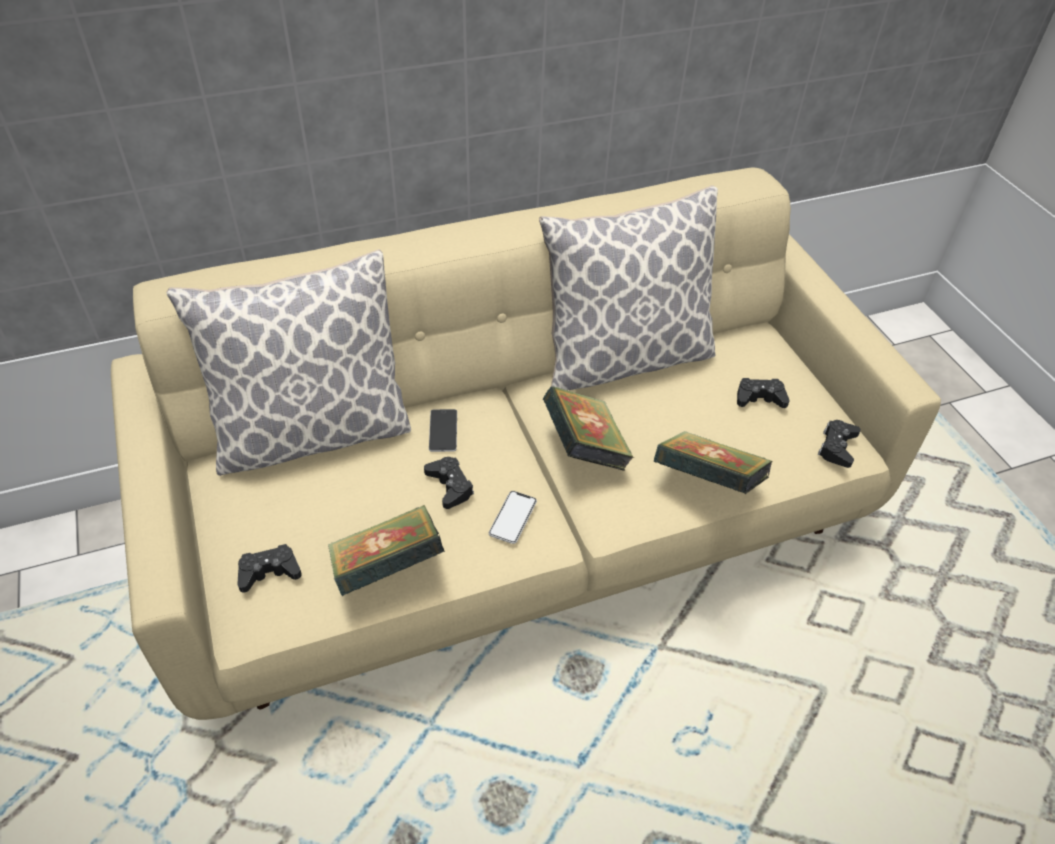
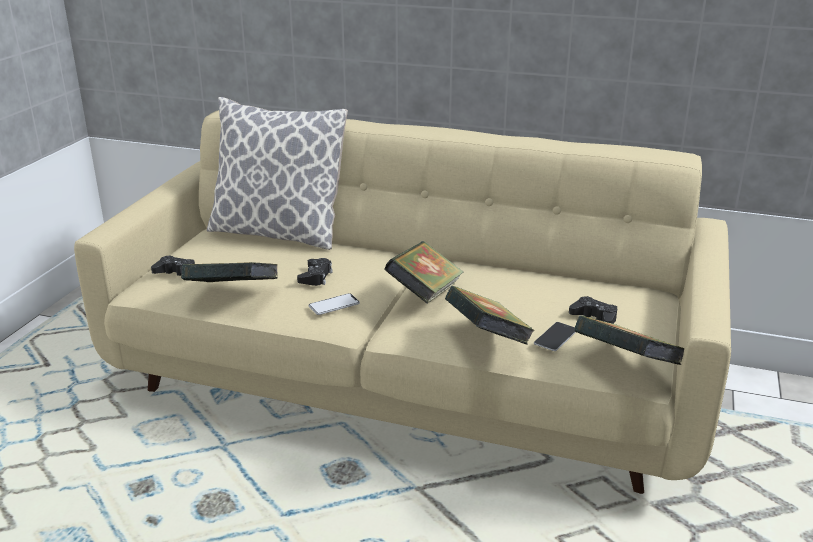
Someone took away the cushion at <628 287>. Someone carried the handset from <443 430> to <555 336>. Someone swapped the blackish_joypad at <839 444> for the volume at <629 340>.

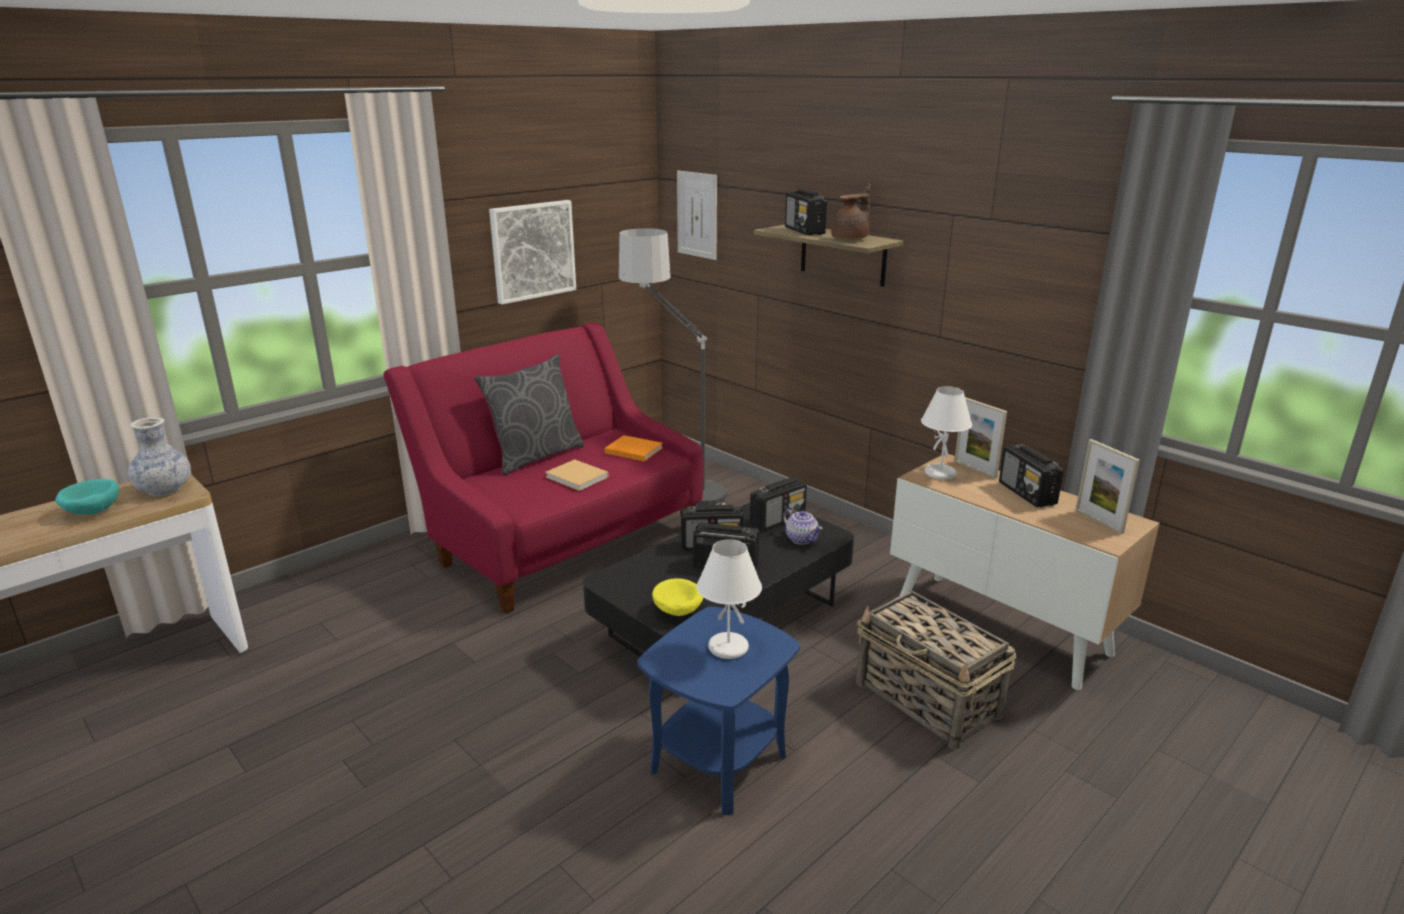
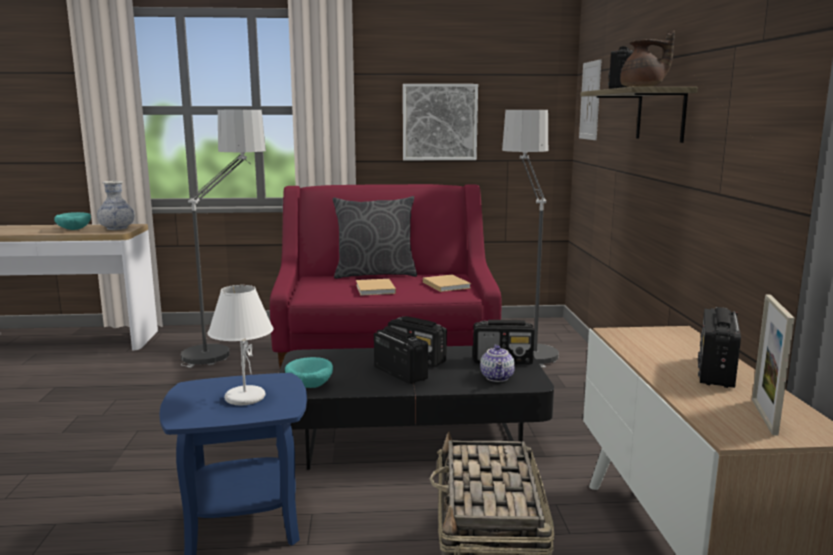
Someone took away the white_tabletop_lamp at <946 433>. Someone took away the photo_frame at <980 438>. Someone repainted the orangey_volume at <633 448>, which became the sand-coloured_volume at <447 283>. Someone repainted the yellow_serving_bowl at <677 597>, which became the turquoise_serving_bowl at <309 372>. Someone put down the standard_lamp at <223 239>.

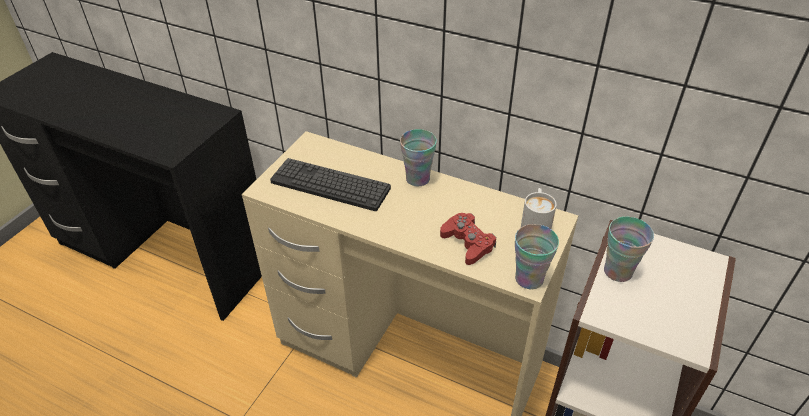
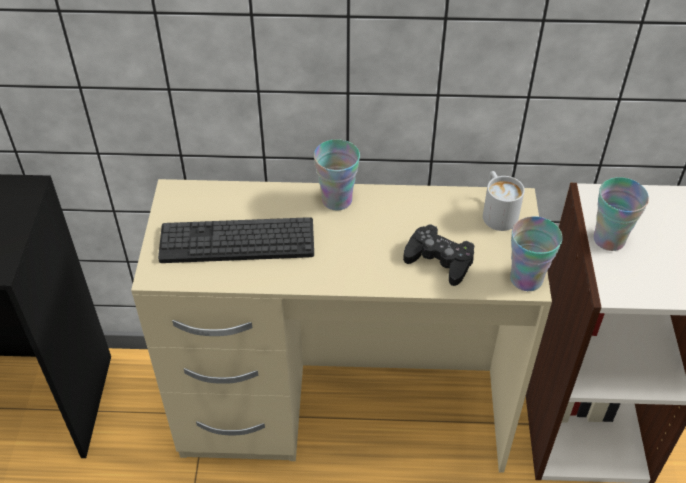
Someone repainted the red_joypad at <468 239>, which became the blackish_joypad at <439 255>.

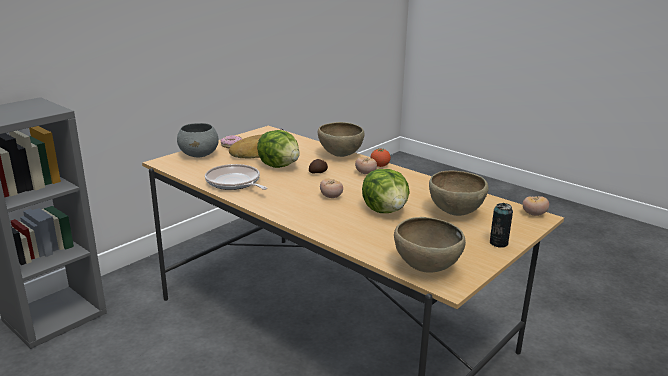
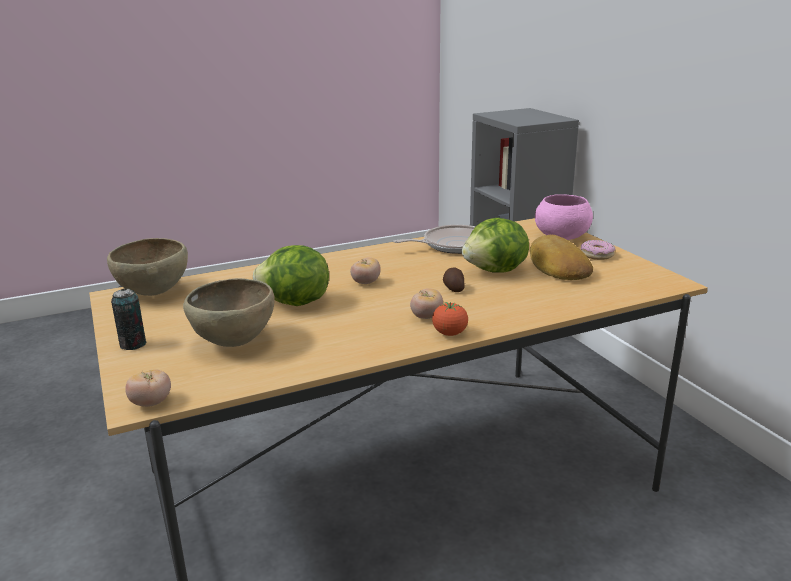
Someone took away the brownish_serving_bowl at <341 139>. Someone repainted the grey_serving_bowl at <198 140>, which became the pinkish_serving_bowl at <564 217>.

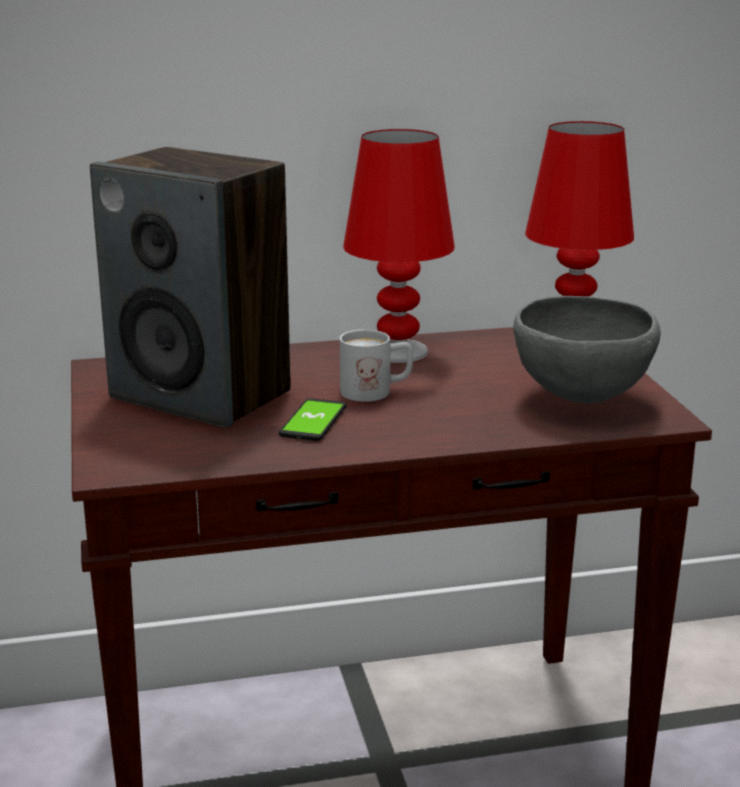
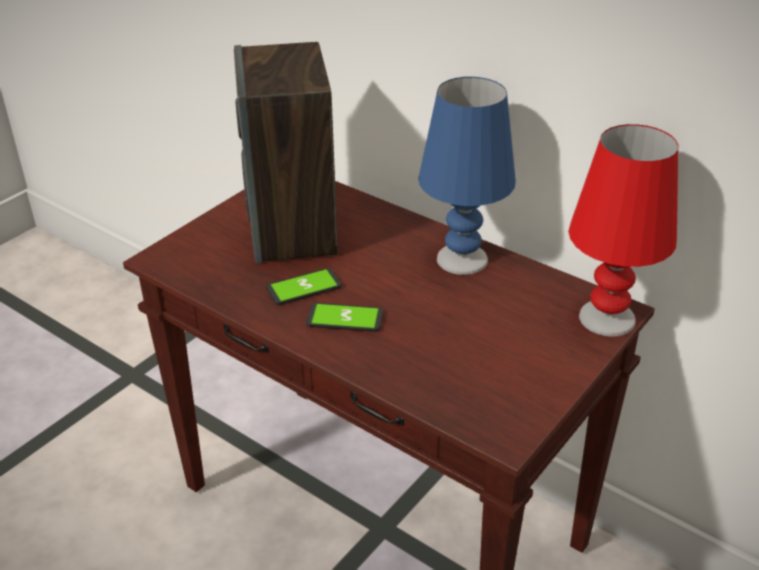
Someone repainted the red_tabletop_lamp at <399 246>, which became the bluish_tabletop_lamp at <467 176>. Someone took away the grey_serving_bowl at <587 349>. Someone took away the white_mug at <376 366>. Someone put down the handset at <344 317>.

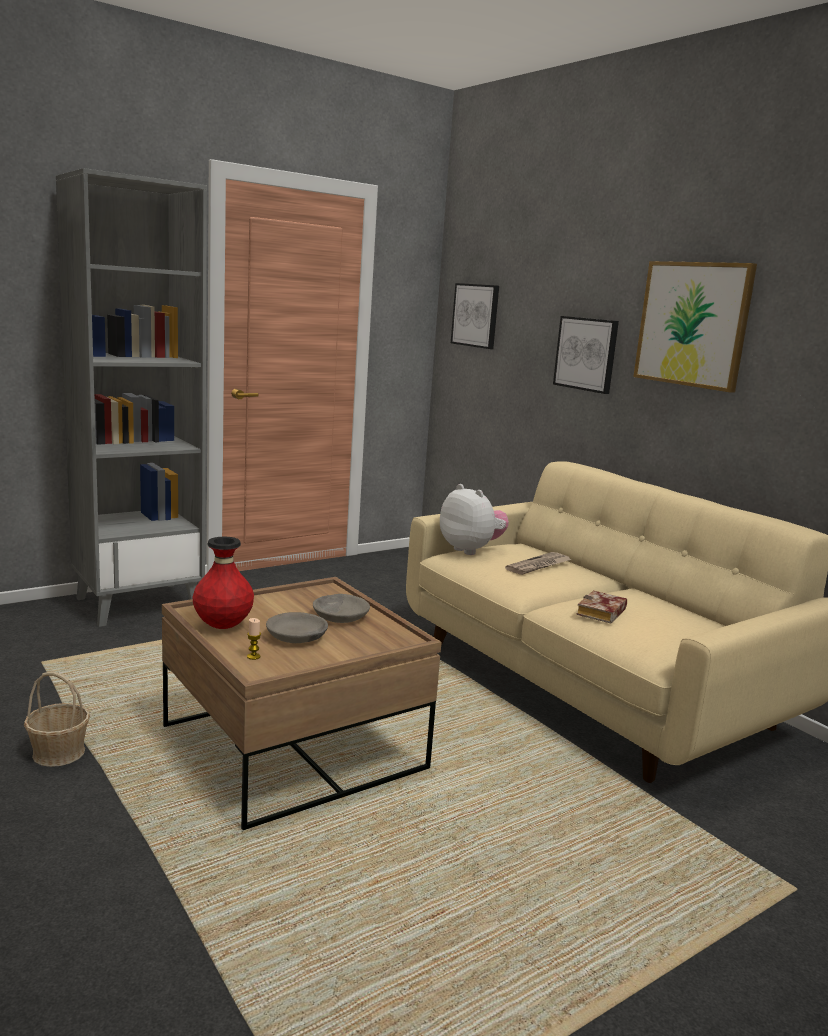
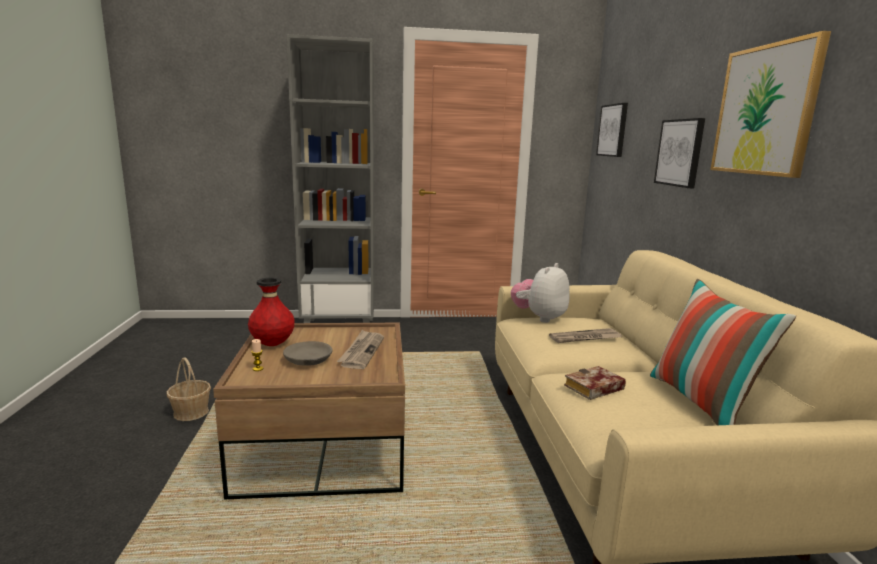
Someone rotated the soft_toy at <474 519> by 135 degrees counterclockwise. Someone swapped the grey_serving_bowl at <341 608> for the newspaper at <360 349>. Someone put down the cushion at <723 352>.

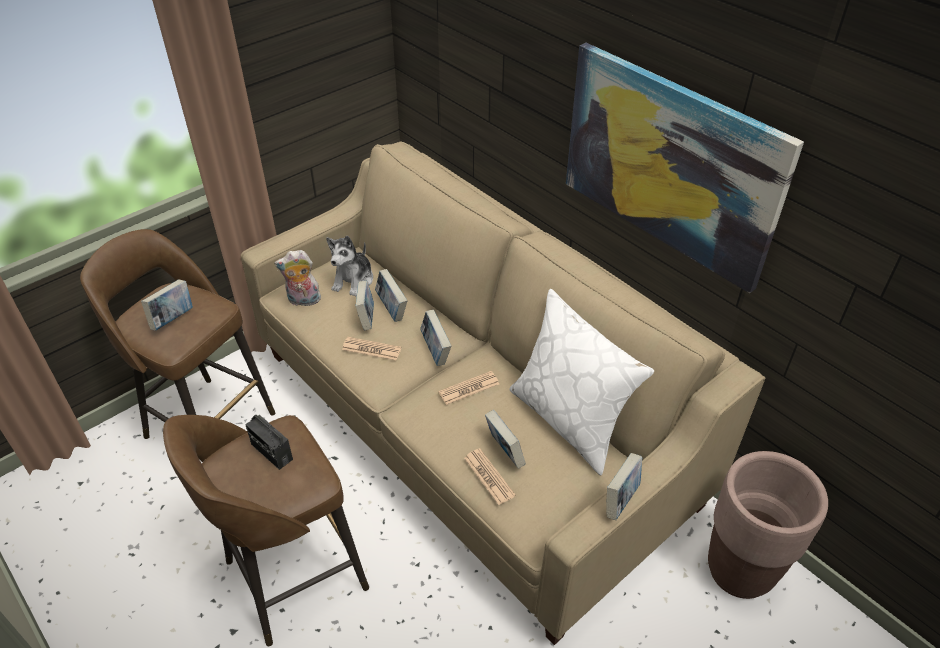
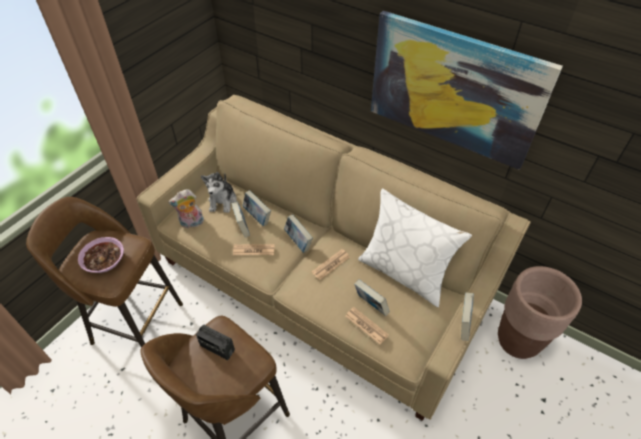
Someone swapped the volume at <167 305> for the serving_bowl at <101 255>.

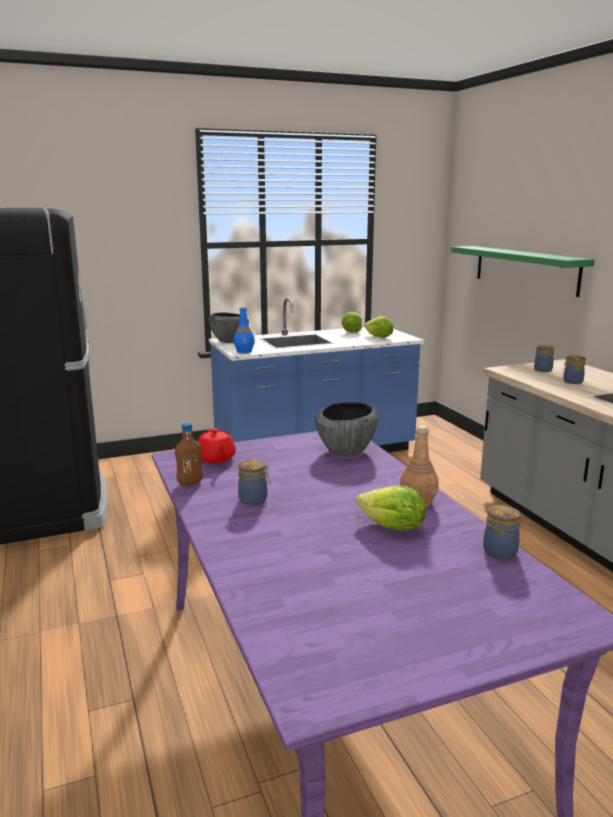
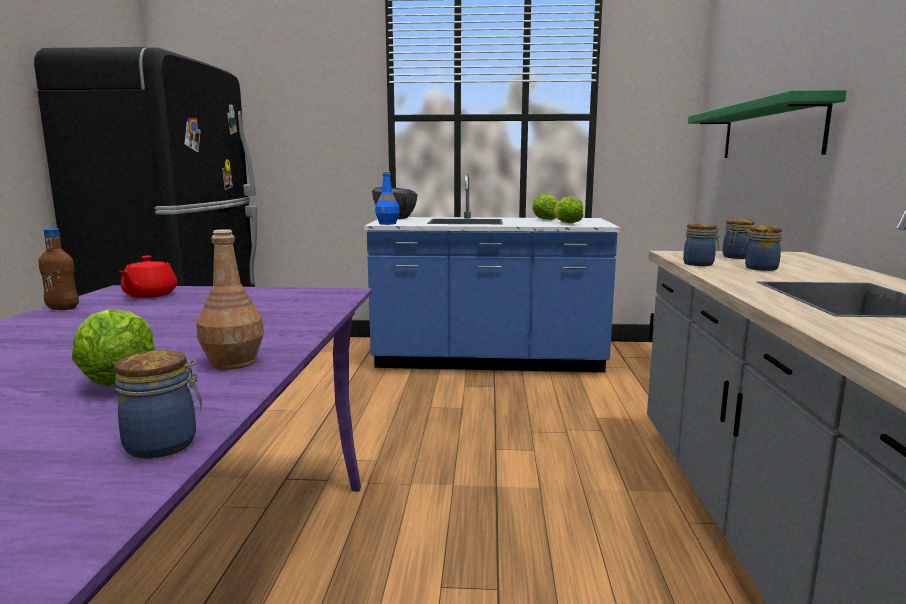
Someone took away the serving_bowl at <347 429>. Someone carried the storage_jar from <254 482> to <701 244>.

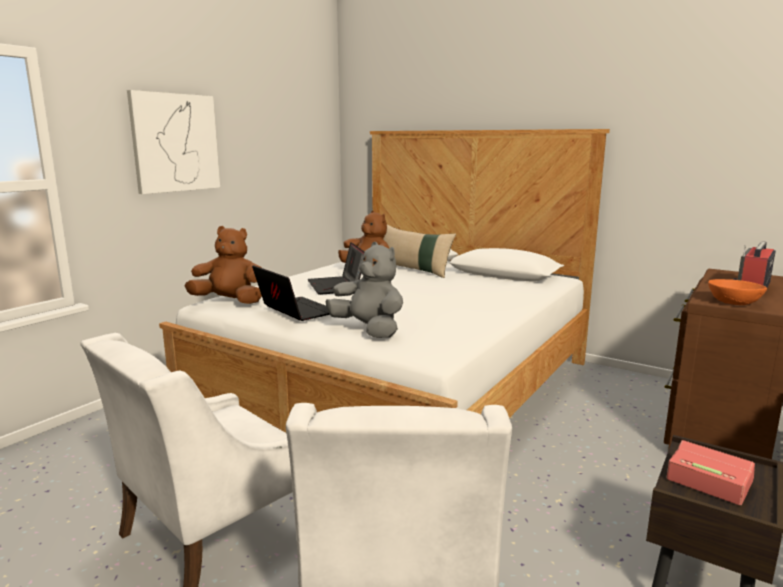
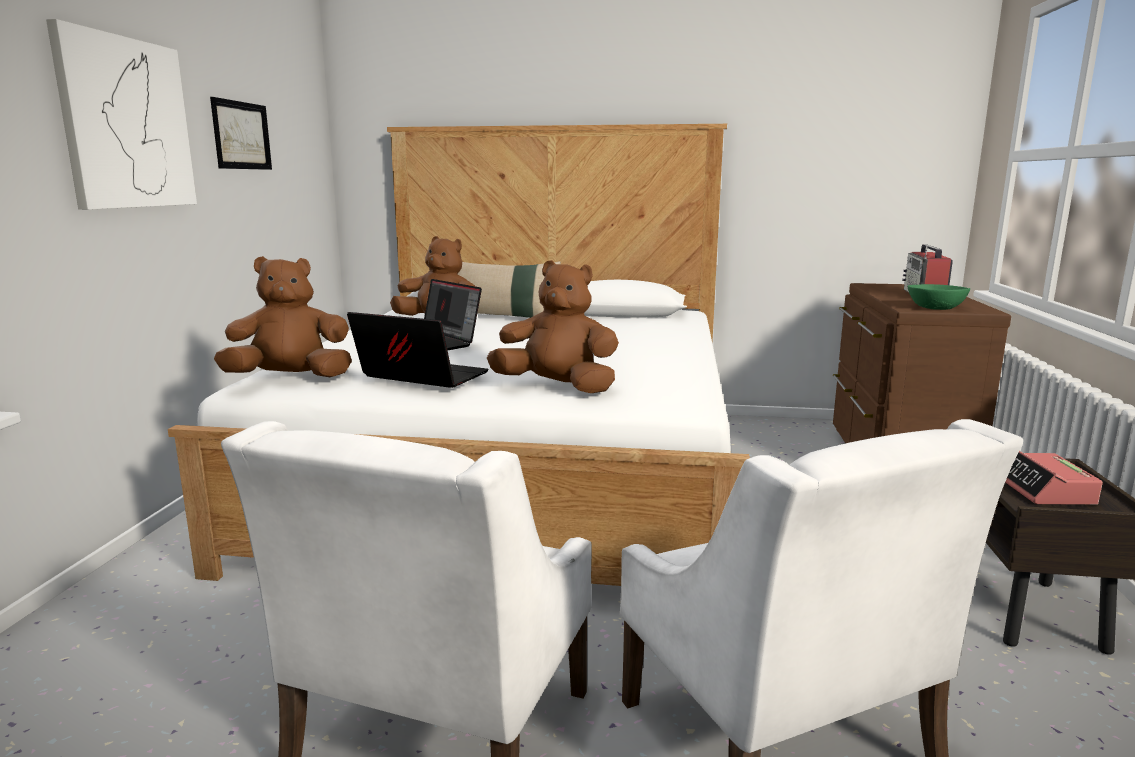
Someone repainted the grey_soft_toy at <364 290>, which became the brownish_soft_toy at <553 326>. Someone repainted the orangey_serving_bowl at <737 292>, which became the greenish_serving_bowl at <939 297>. Someone rotated the table_clock at <710 472> by 105 degrees counterclockwise. Someone put up the wall_picture at <241 133>.

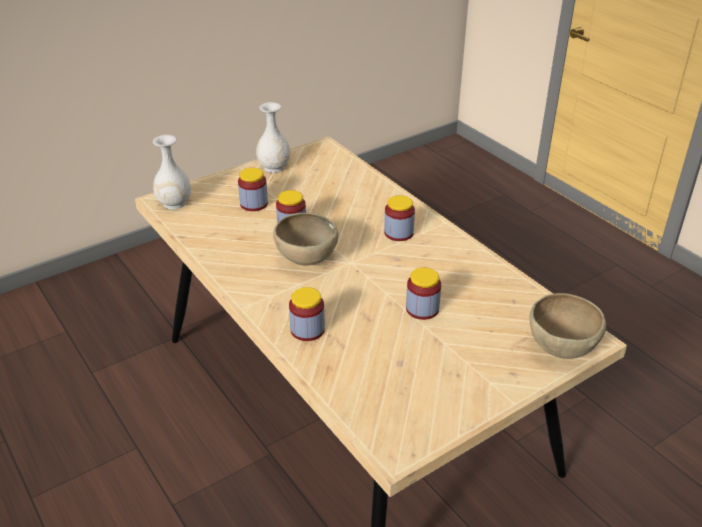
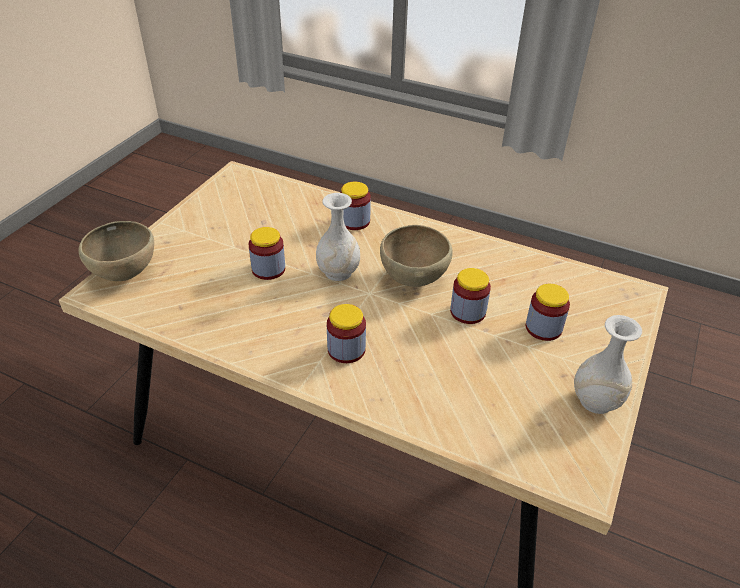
Someone carried the white_flower_vase from <172 172> to <338 237>.

